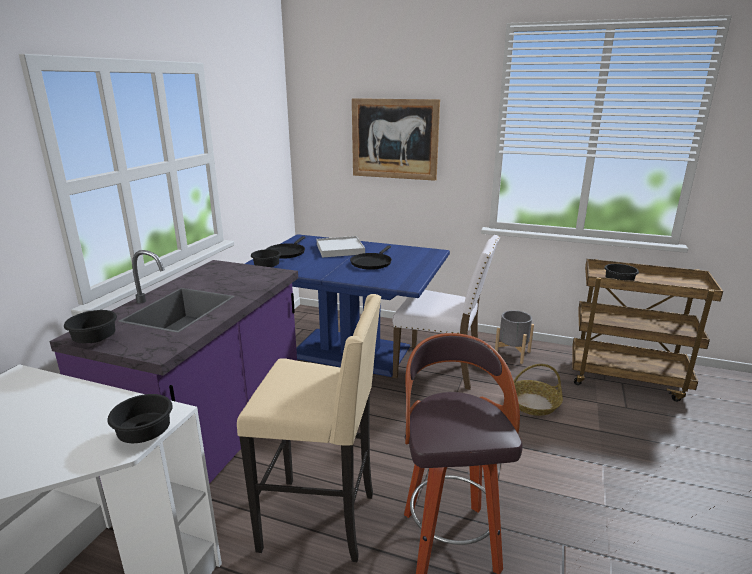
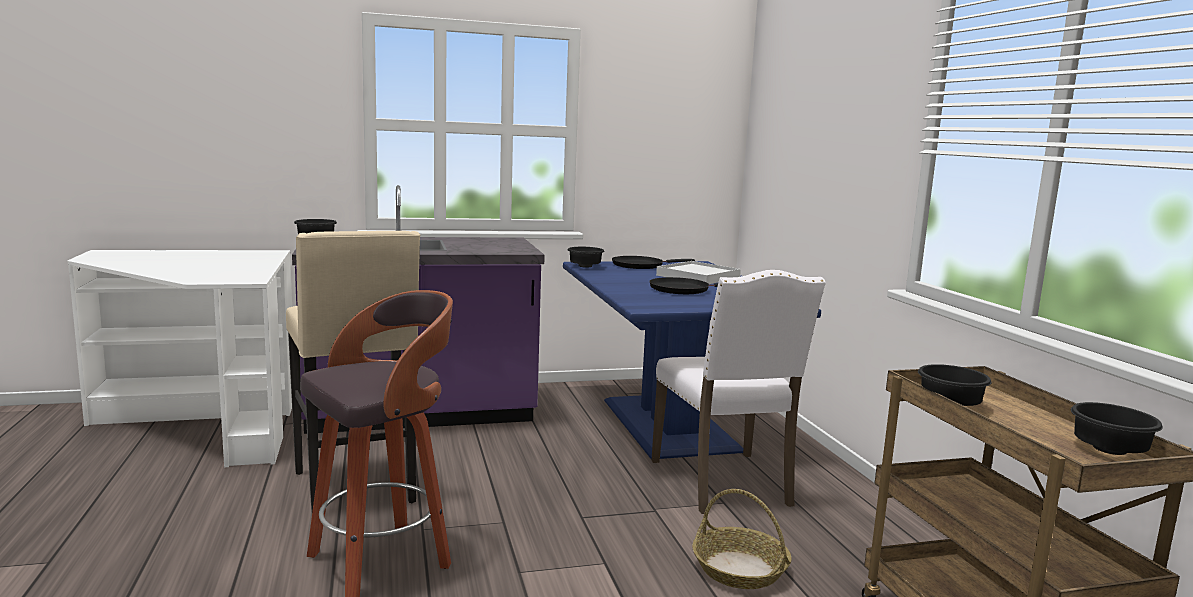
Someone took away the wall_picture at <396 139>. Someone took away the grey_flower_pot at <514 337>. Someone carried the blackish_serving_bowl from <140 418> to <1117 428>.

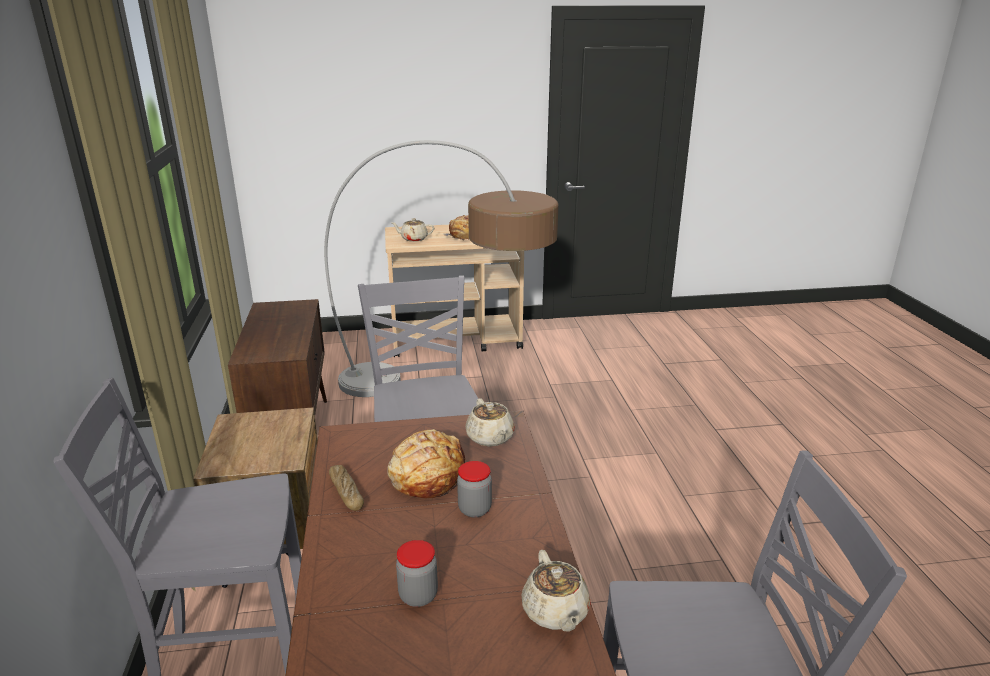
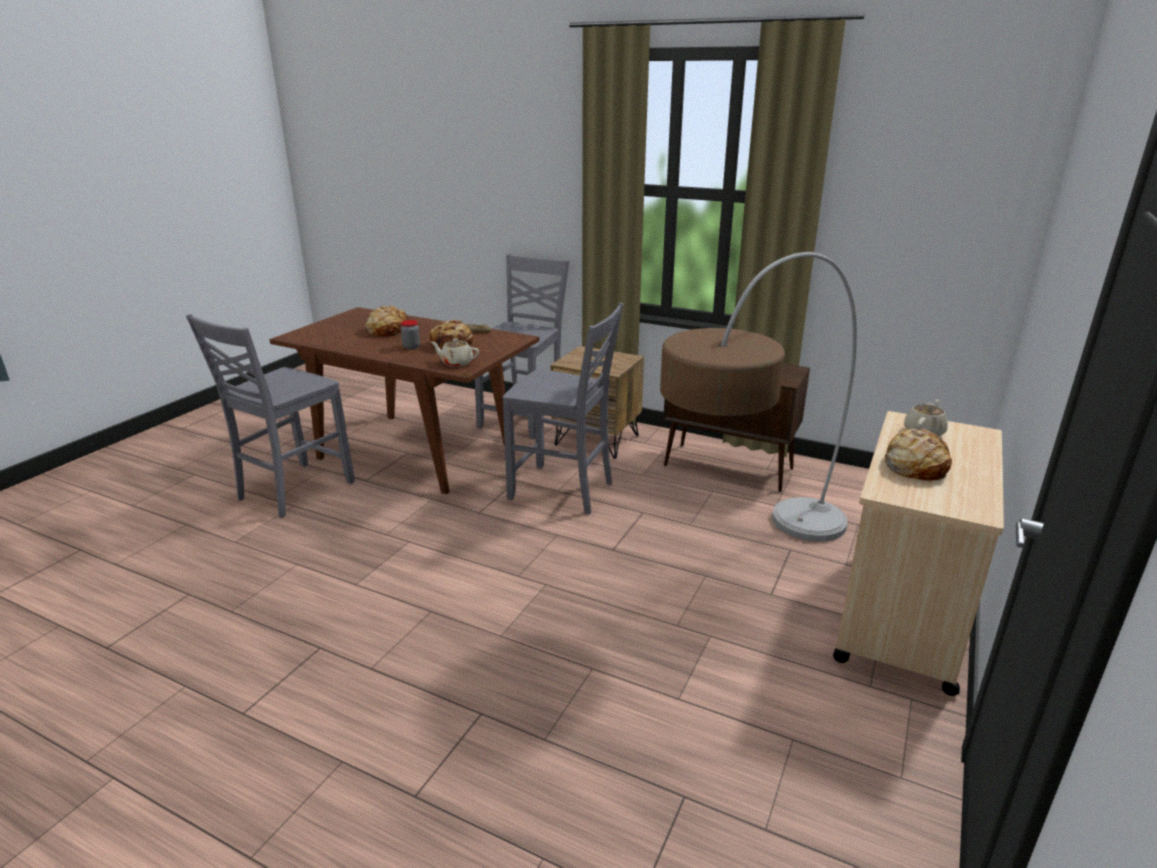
Someone swapped the storage_jar at <417 573> for the bakery_bread at <387 321>. Someone took away the sand-coloured_pot_for_tea at <556 591>.

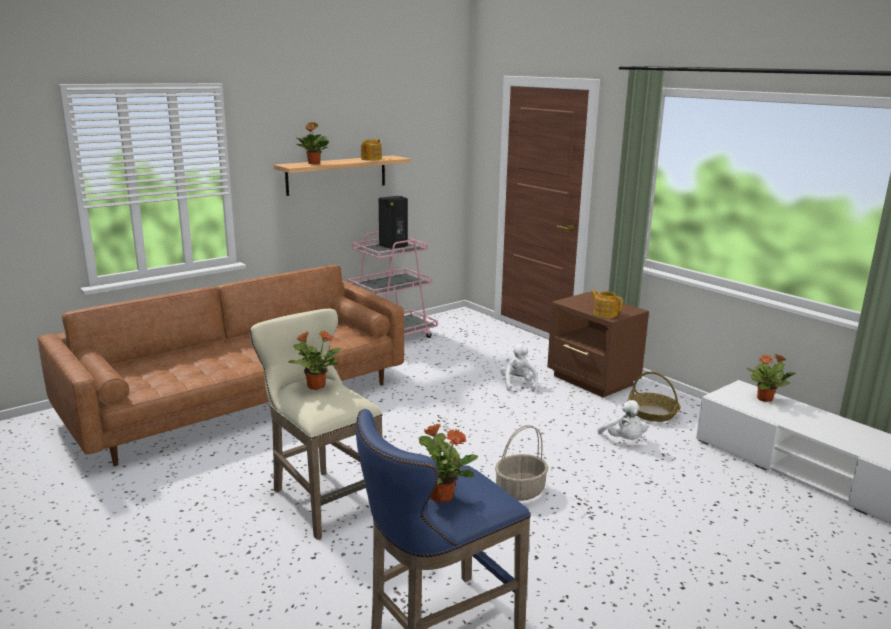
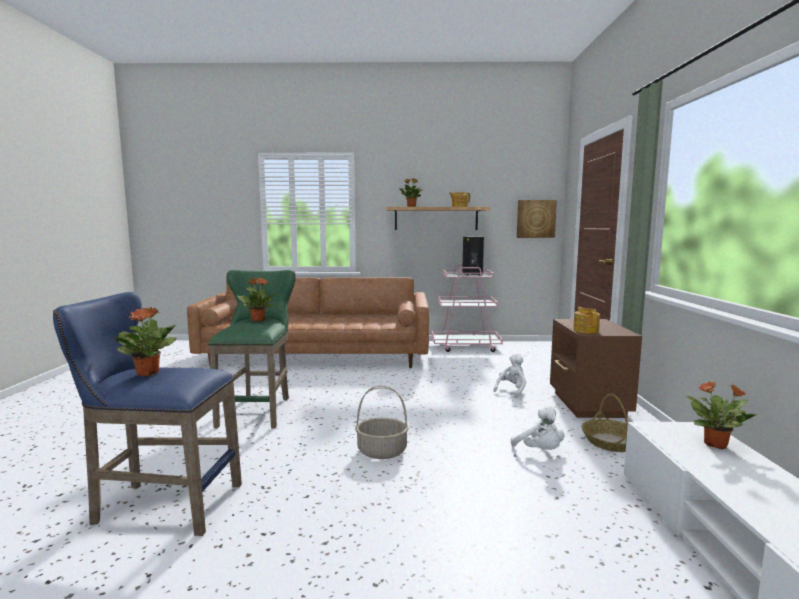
Someone repainted the sand-coloured_stool at <316 424>, which became the greenish_stool at <252 349>. Someone rotated the white_soft_toy at <622 420> by 45 degrees counterclockwise. Someone put up the wall_picture at <537 219>.

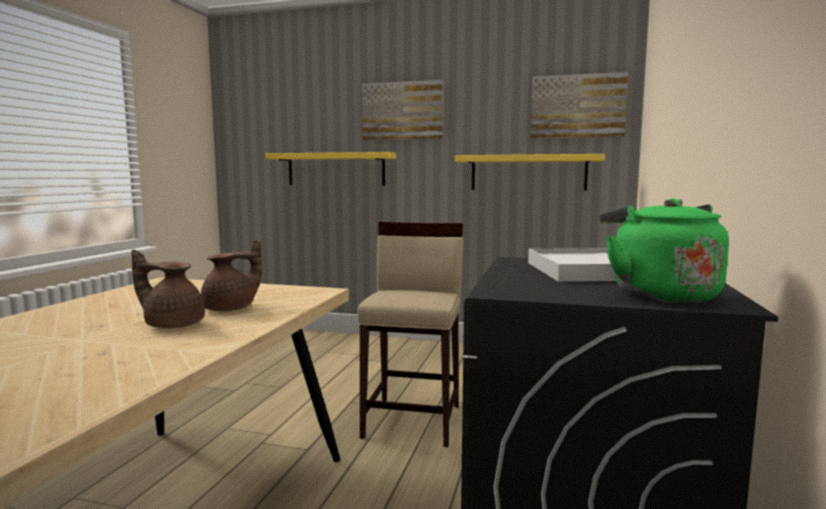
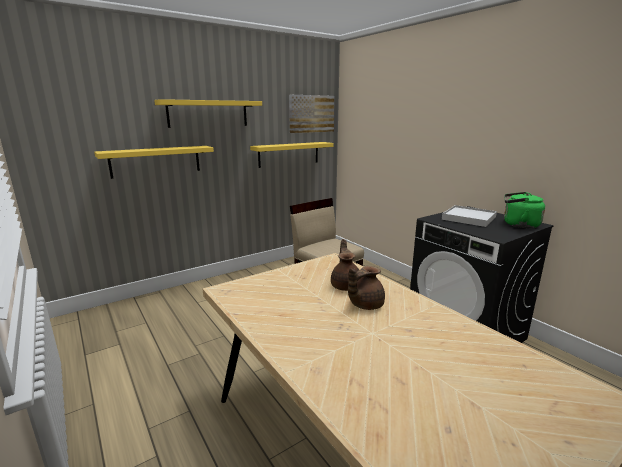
Someone swapped the wall_picture at <403 110> for the yellow_shelf at <208 113>.

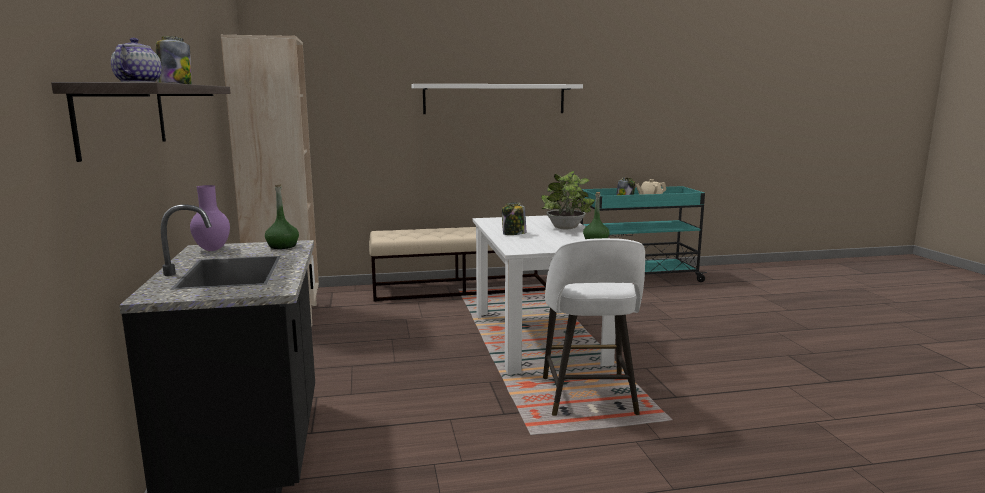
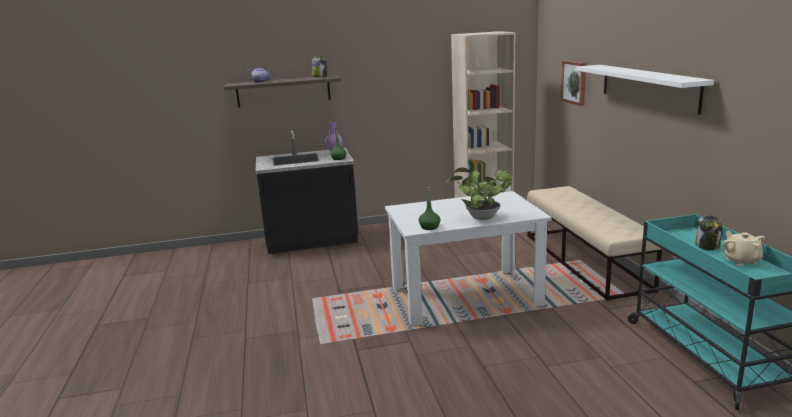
Someone took away the storage_jar at <514 219>. Someone took away the white_stool at <594 327>. Someone put up the wall_picture at <573 83>.

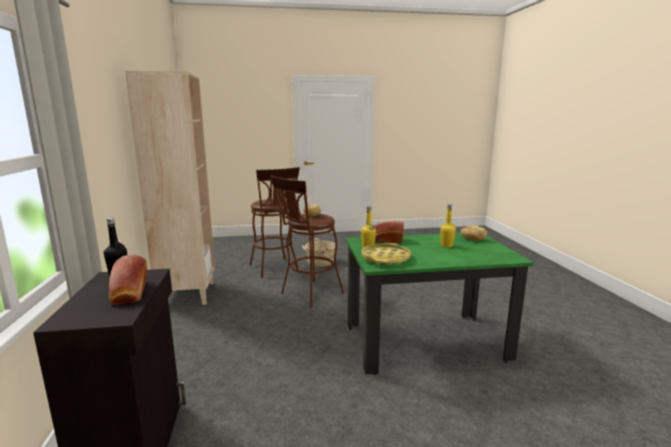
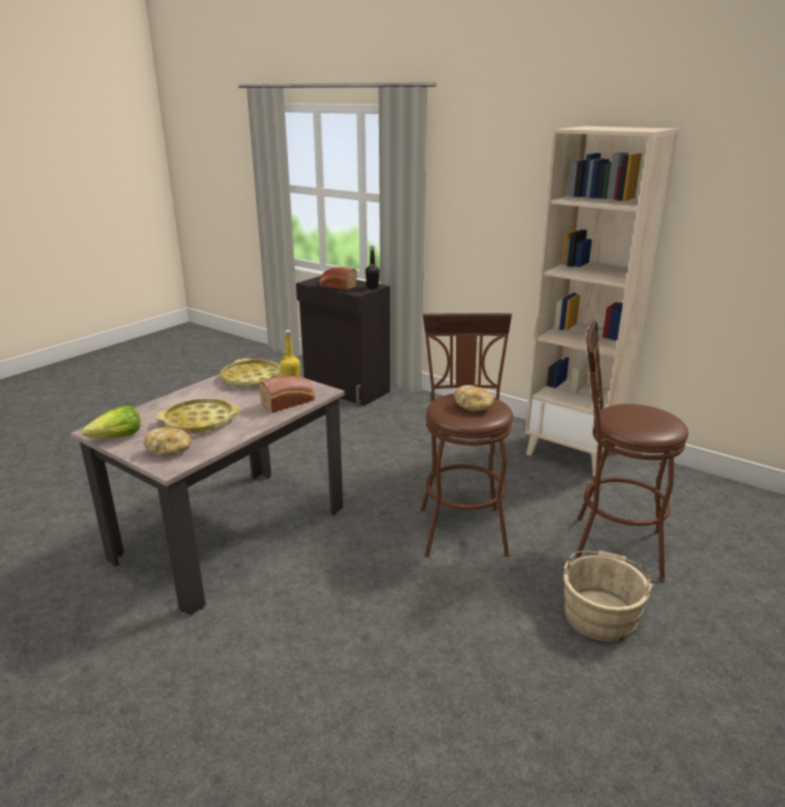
Someone swapped the yellow_beverage_bottle at <448 226> for the yellow_carrying_tray at <198 416>. Someone repainted the greenish_kitchen_table at <439 304>, which became the sand-coloured_kitchen_table at <208 495>. Someone put down the lettuce_head at <111 422>.

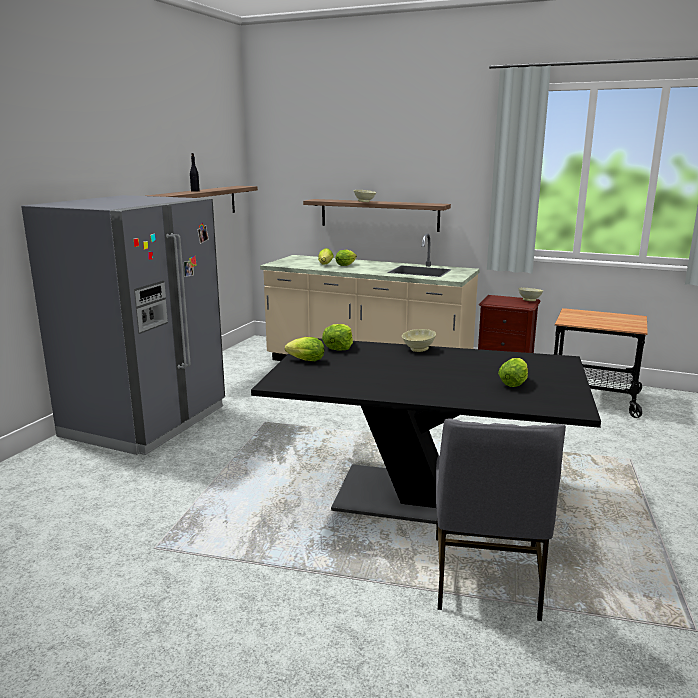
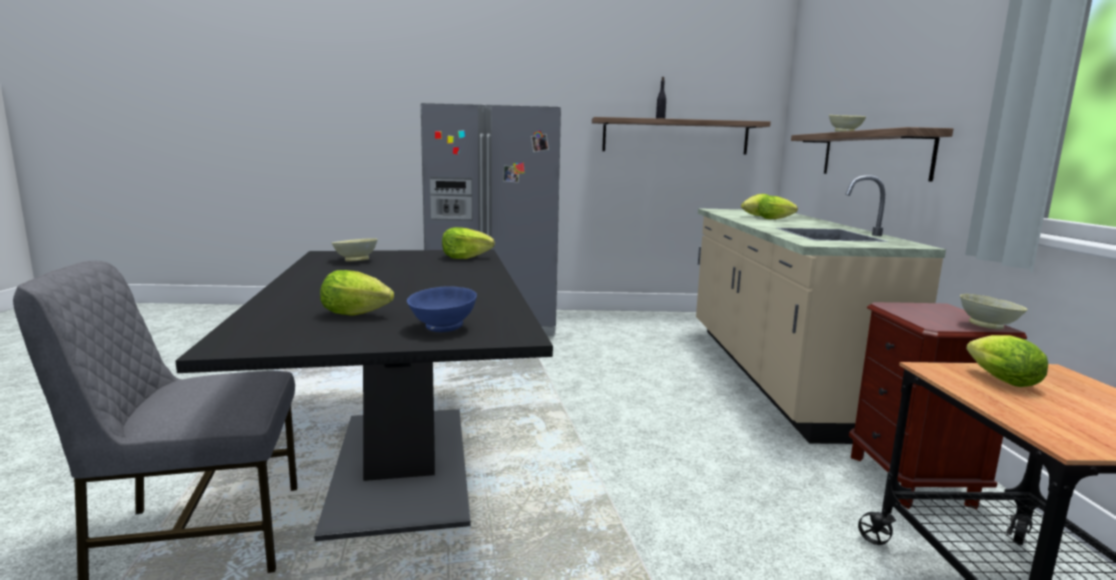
Someone carried the sand-coloured_serving_bowl from <419 340> to <355 250>. Someone carried the lettuce_head from <304 349> to <1007 361>. Someone put down the bluish_serving_bowl at <442 309>.

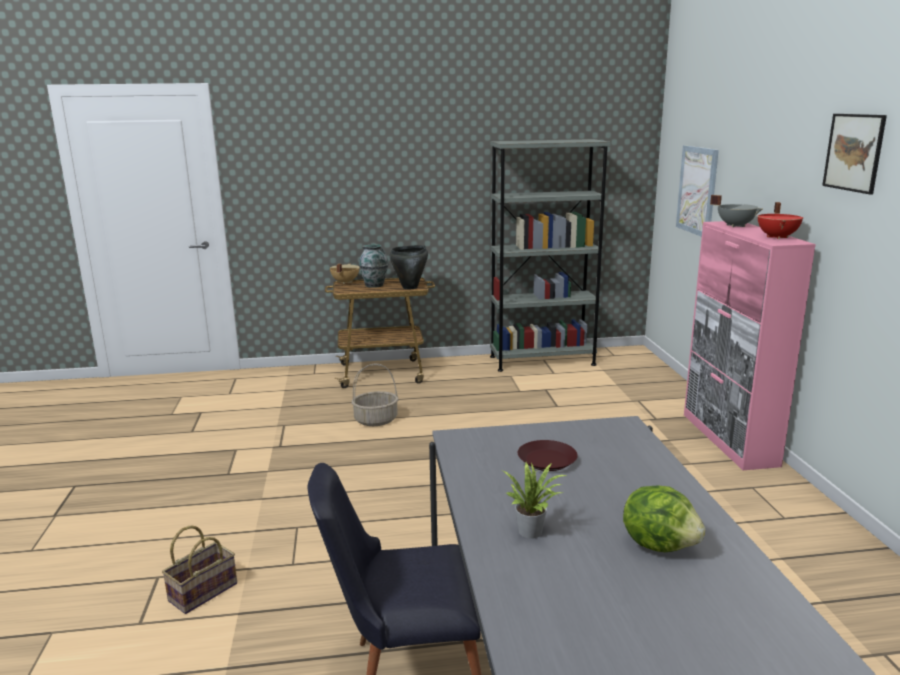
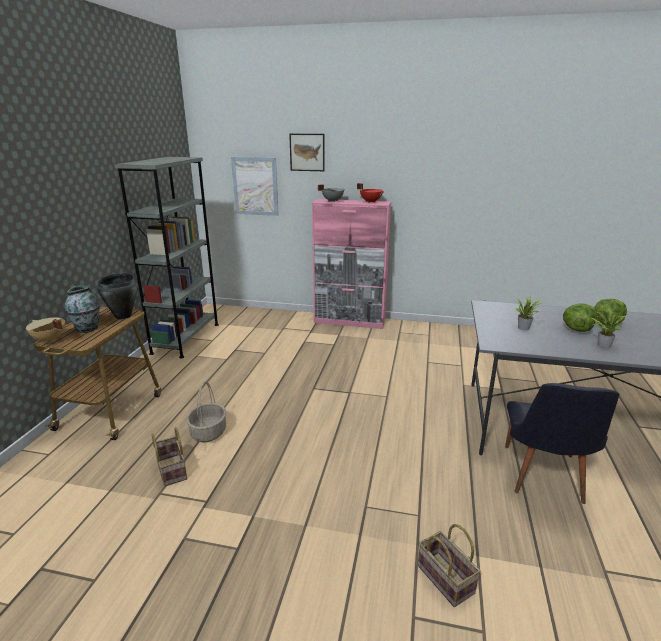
Someone carried the wall_picture from <854 154> to <307 152>. Someone swapped the brownish_flat_dish at <548 455> for the potted_plant at <530 313>. Someone put down the lettuce_head at <580 317>. Someone put down the storage_basket at <169 457>.

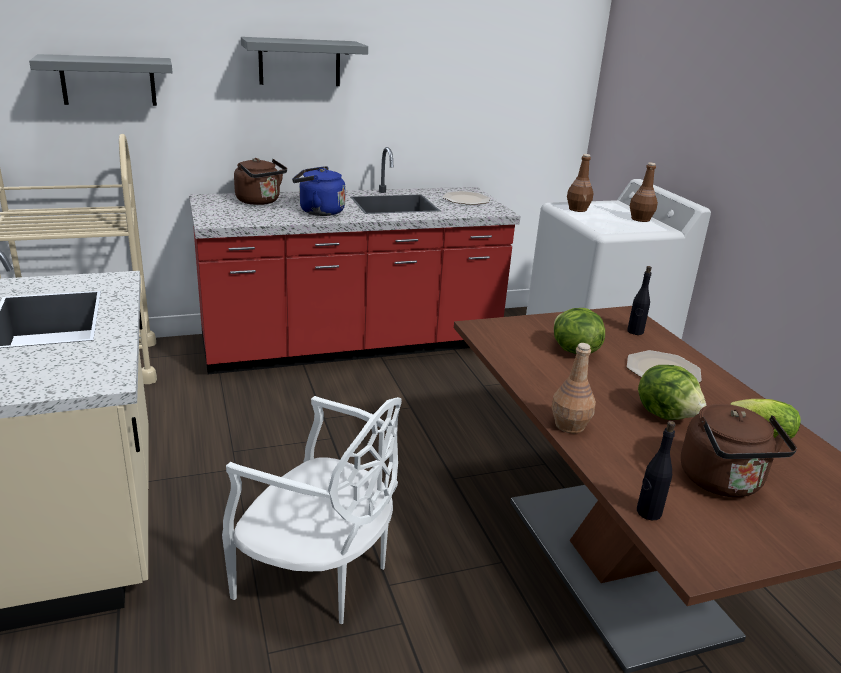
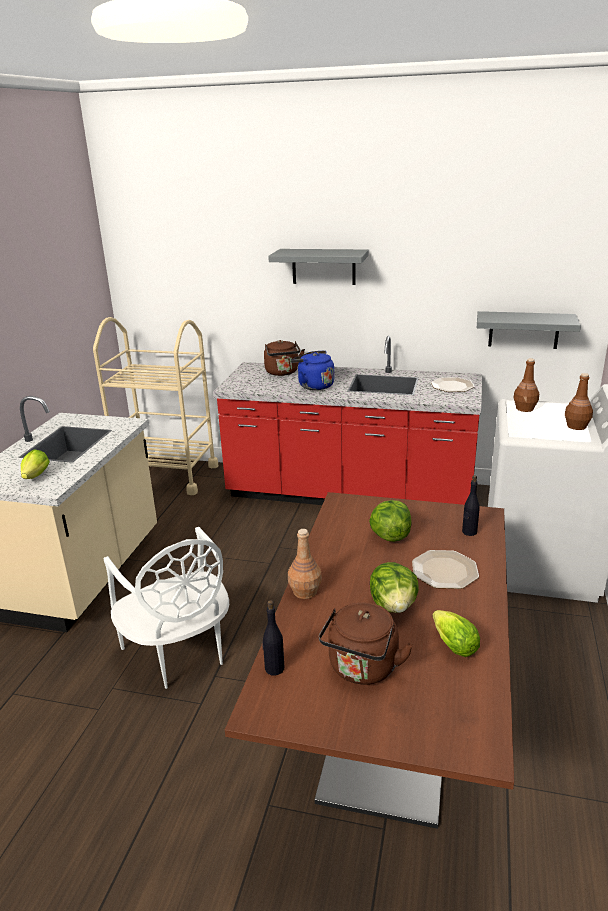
Someone carried the grey_shelf from <101 80> to <529 330>. Someone put down the lettuce_head at <35 464>.

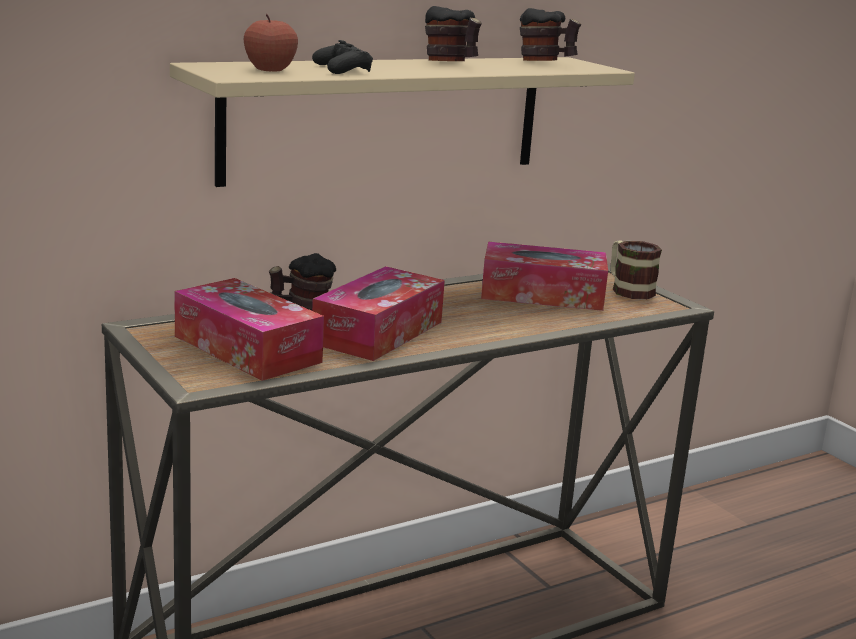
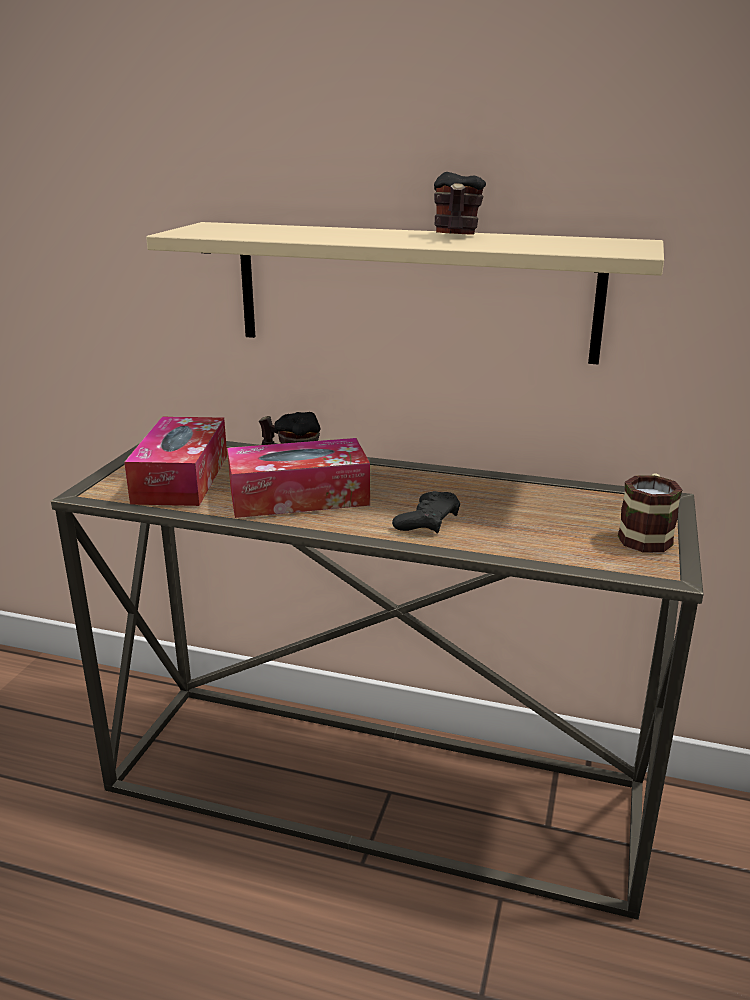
Someone took away the mug at <550 34>. Someone took away the apple at <271 43>. Someone carried the blackish_joypad from <342 57> to <426 512>. Someone took away the tissue_box at <544 276>.

